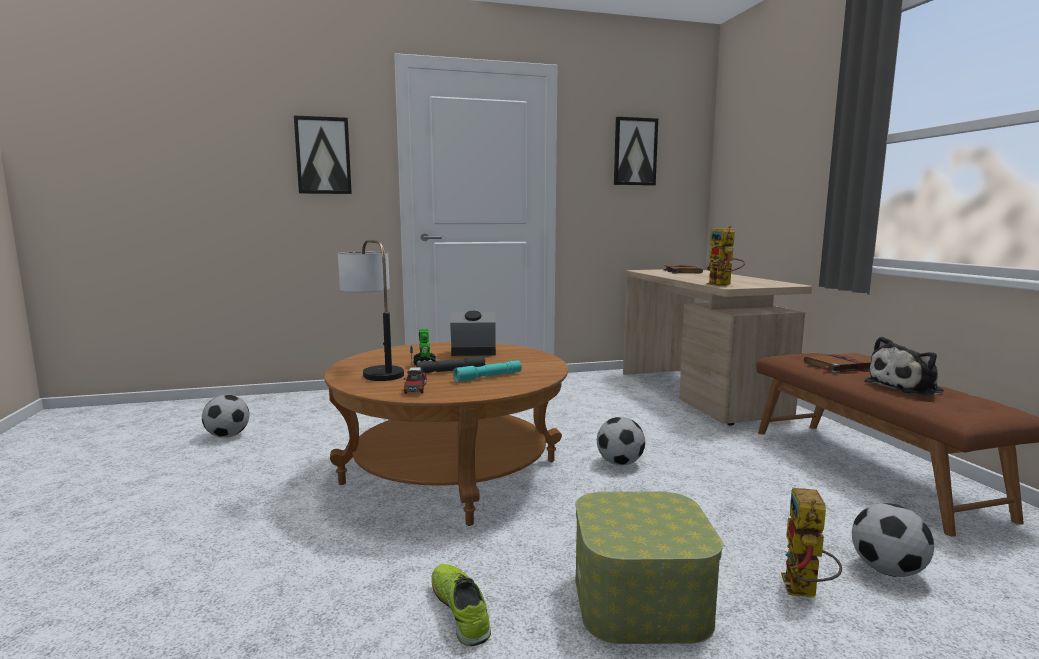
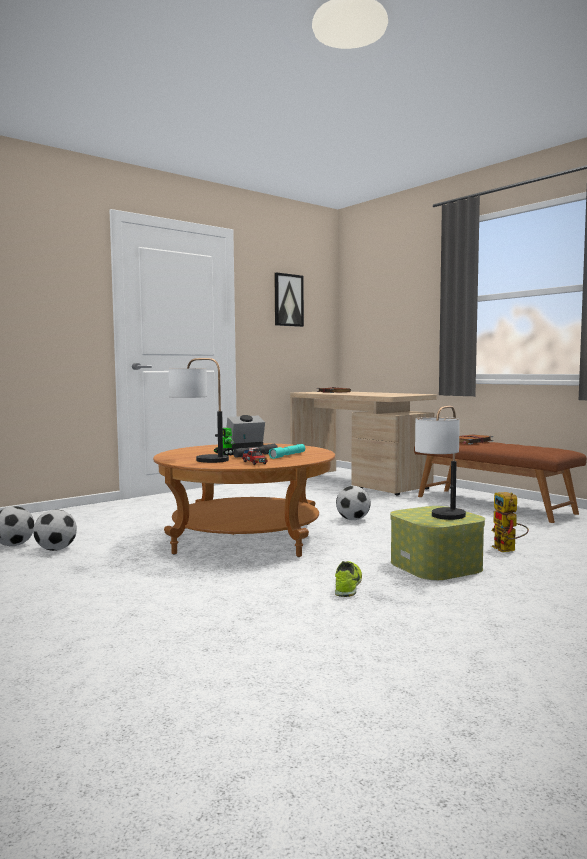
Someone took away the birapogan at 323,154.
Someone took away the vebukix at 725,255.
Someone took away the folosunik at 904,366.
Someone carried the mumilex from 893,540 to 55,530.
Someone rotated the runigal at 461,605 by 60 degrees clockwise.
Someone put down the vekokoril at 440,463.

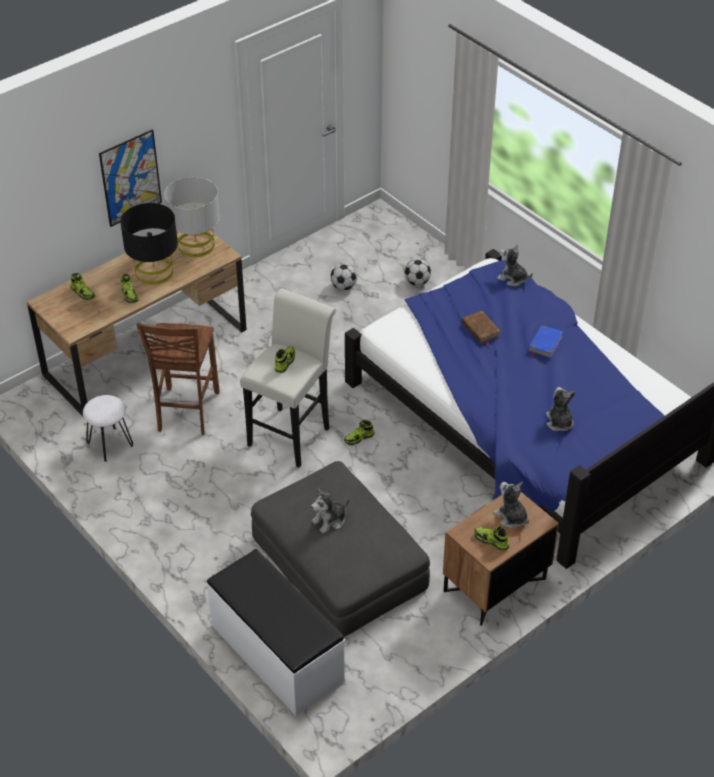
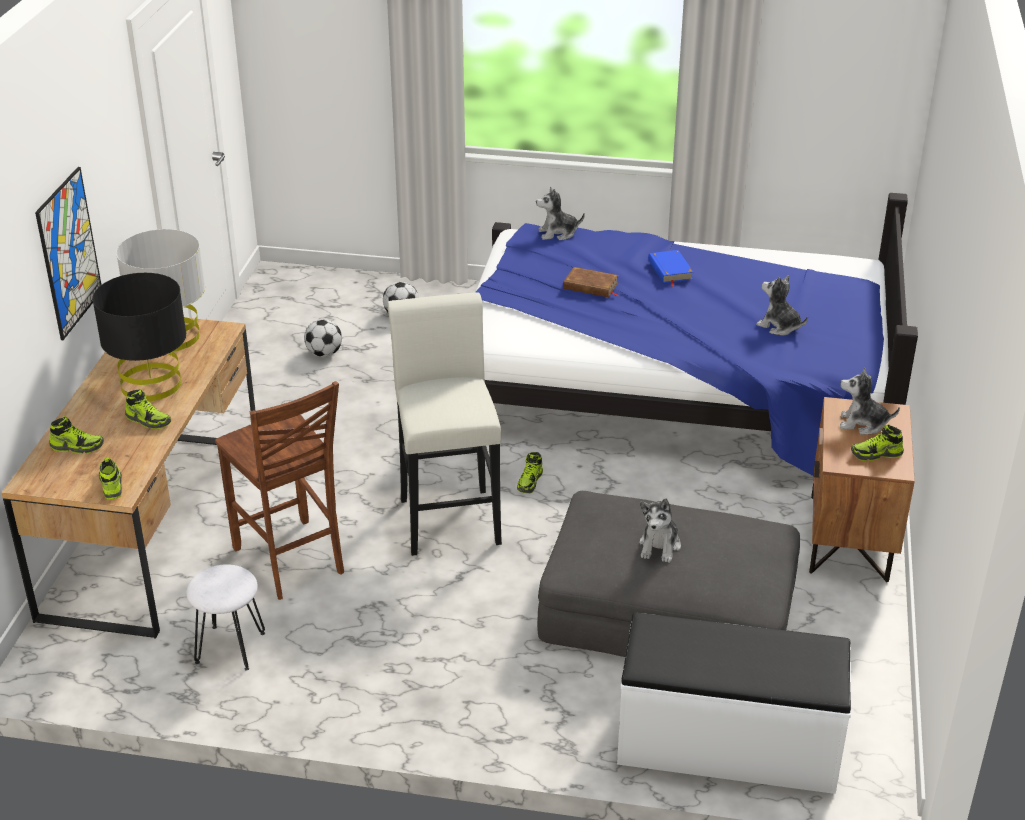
Someone carried the runigal from 285,359 to 110,478.

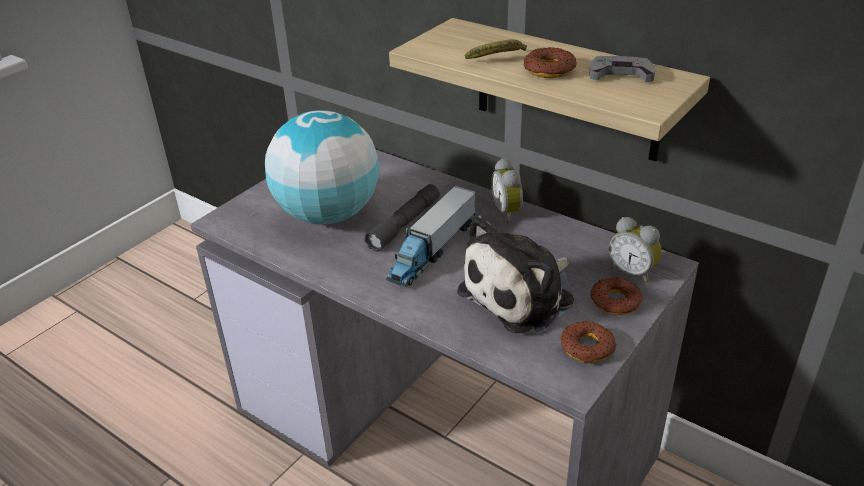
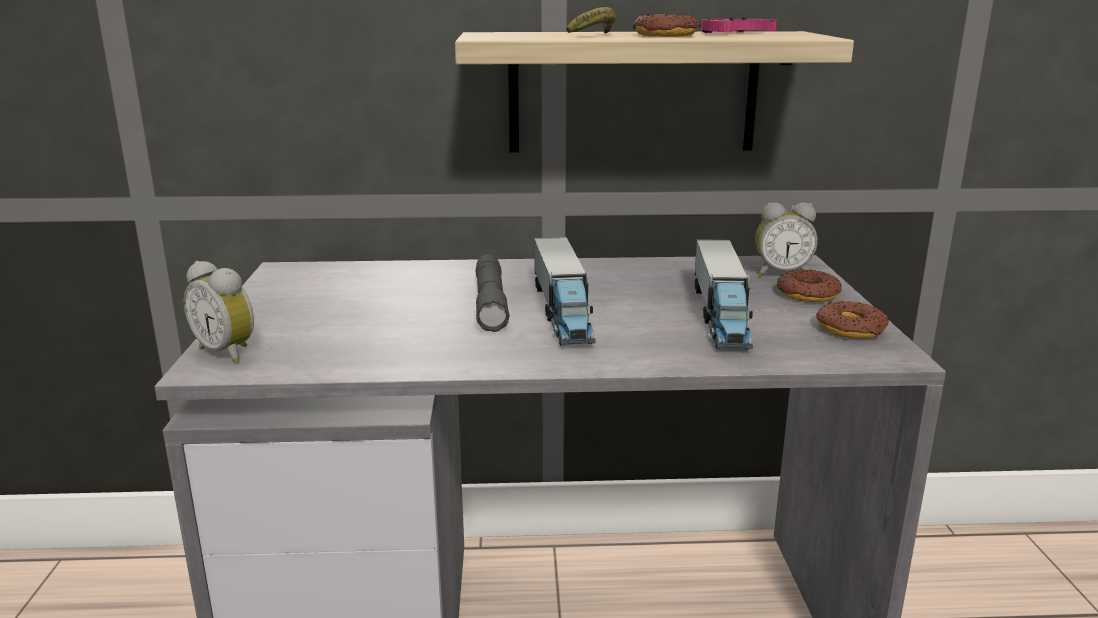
Someone repainted the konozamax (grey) at 622,69, which became the konozamax (pink) at 738,25.
Someone took away the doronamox at 322,167.
Someone carried the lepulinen from 507,190 to 218,312.
Someone swapped the folosunik at 515,274 for the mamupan at 724,294.

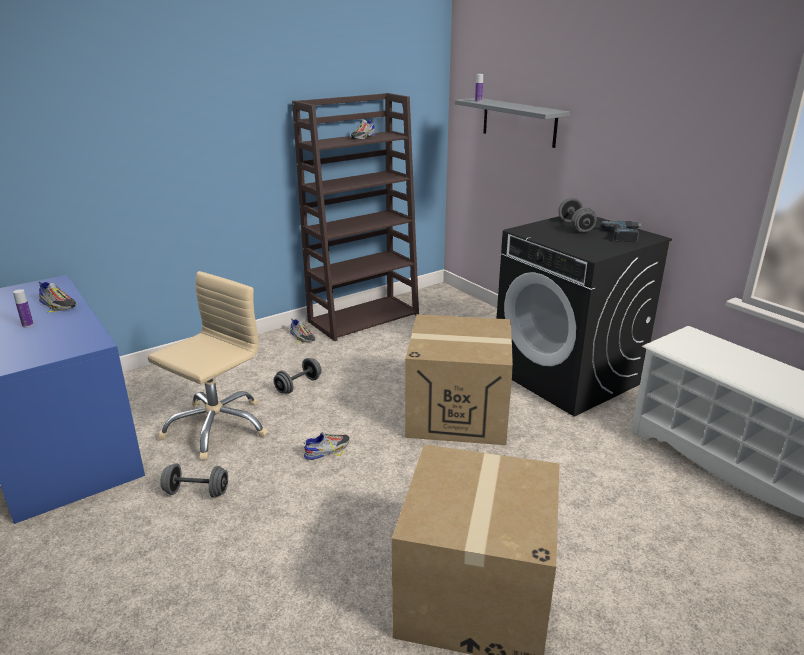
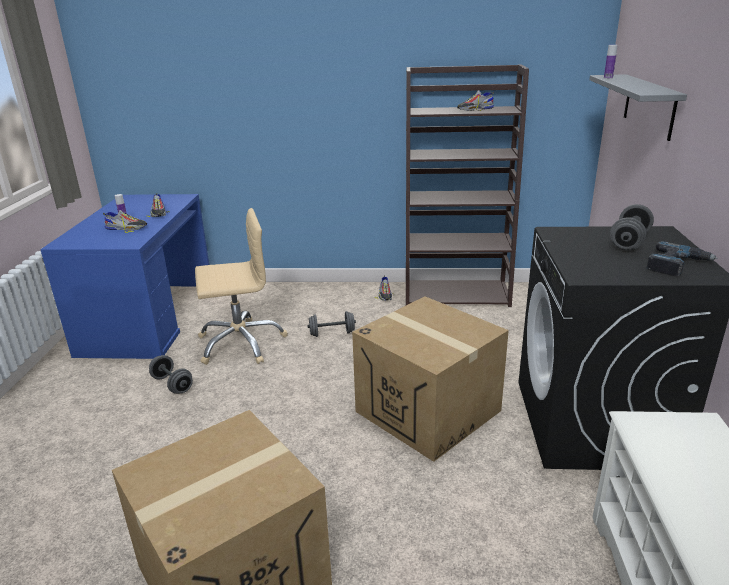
Someone carried the runigal from 327,446 to 125,221.

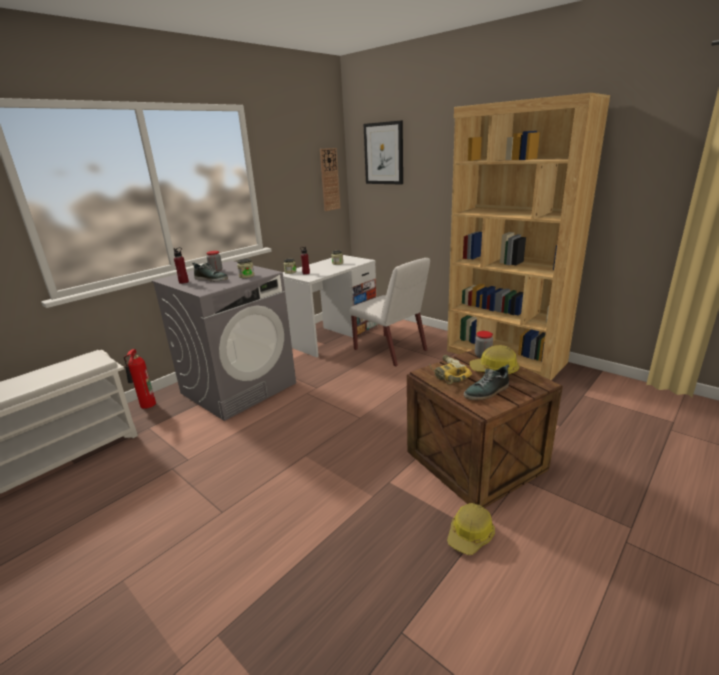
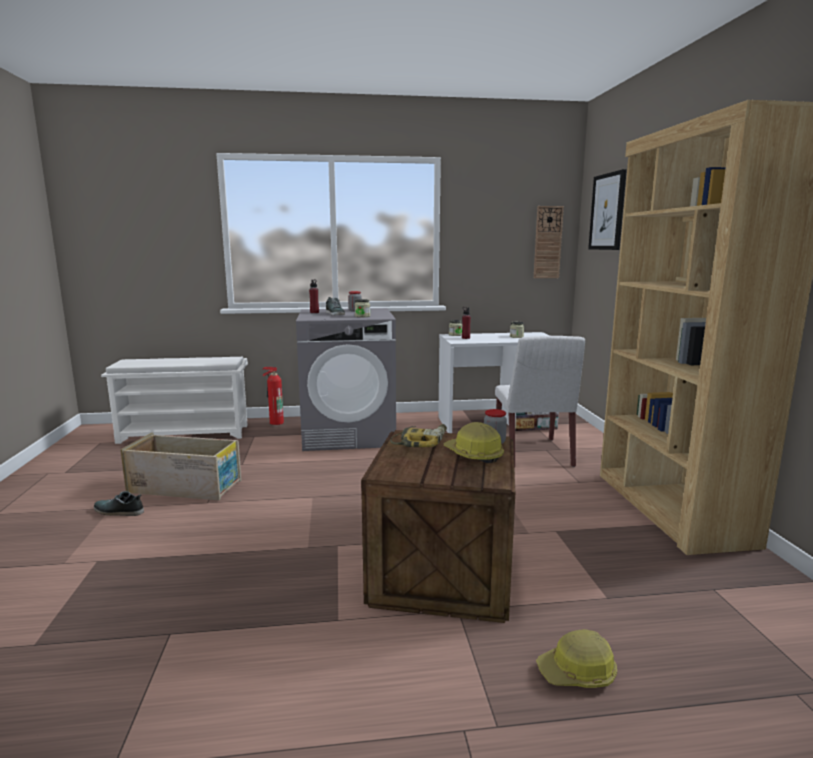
Someone carried the runigal from 486,382 to 119,503.
Someone carried the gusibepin from 471,529 to 576,658.
Someone put down the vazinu at 181,466.

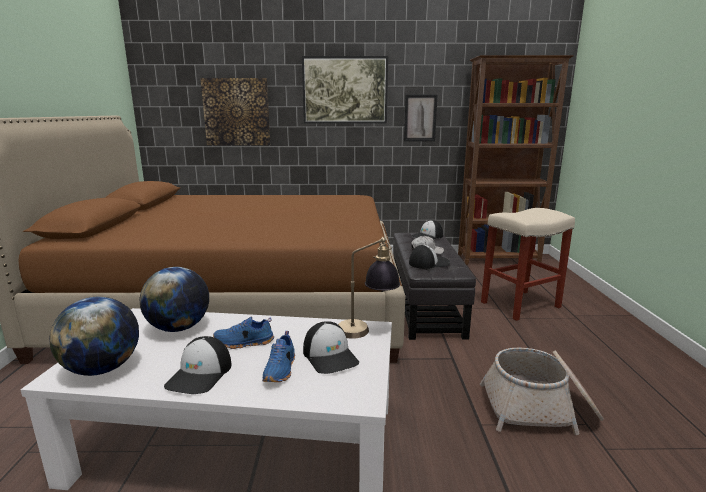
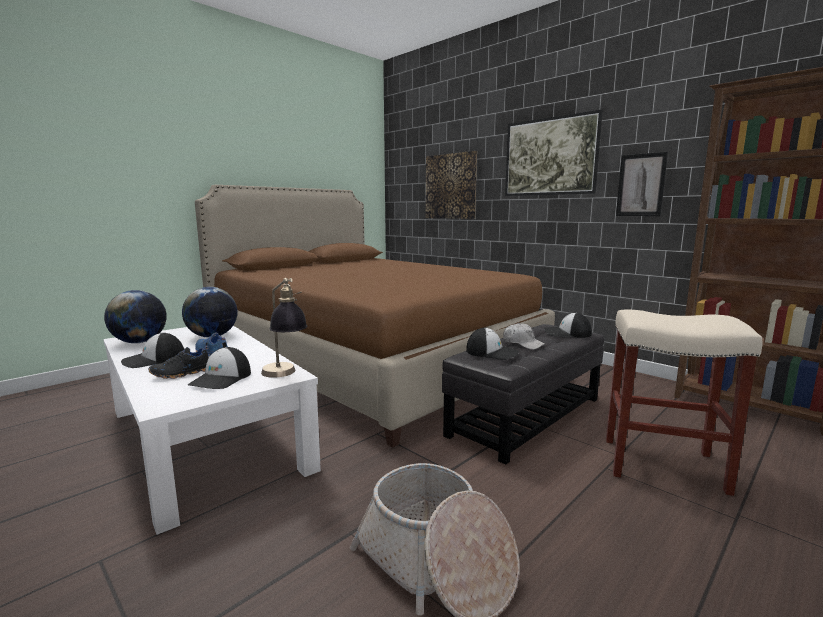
Someone repainted the runigal (blue) at 278,356, which became the runigal (black) at 178,362.

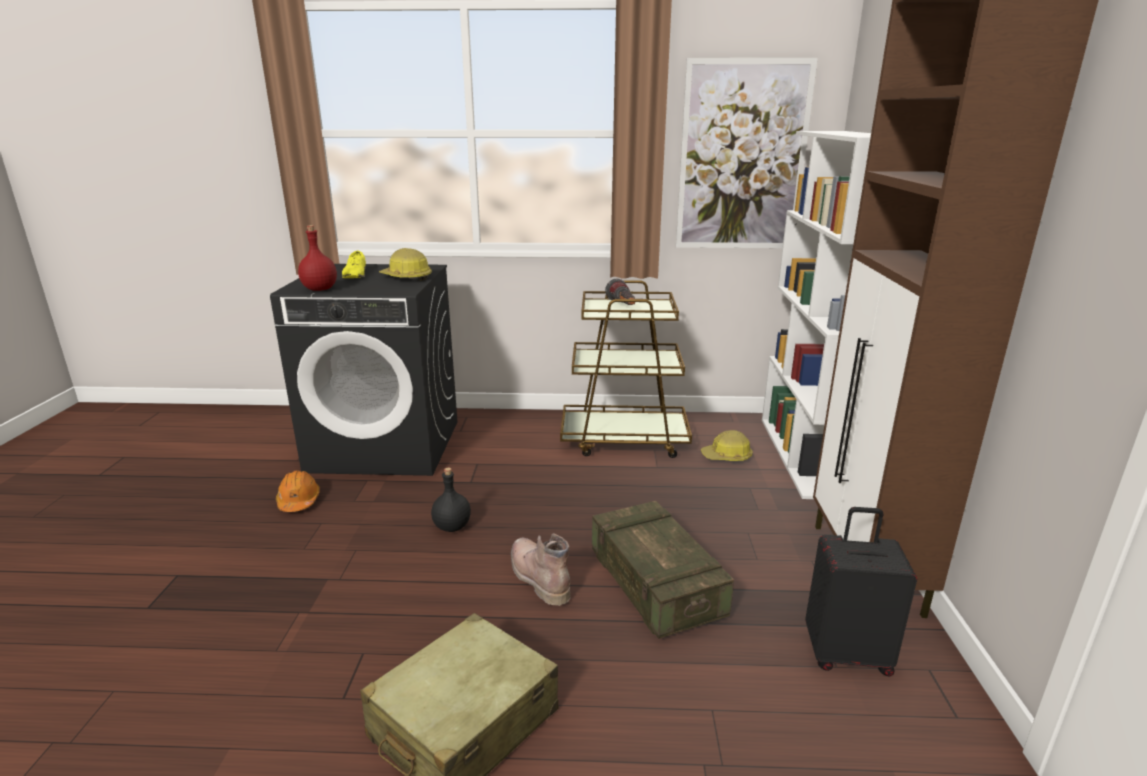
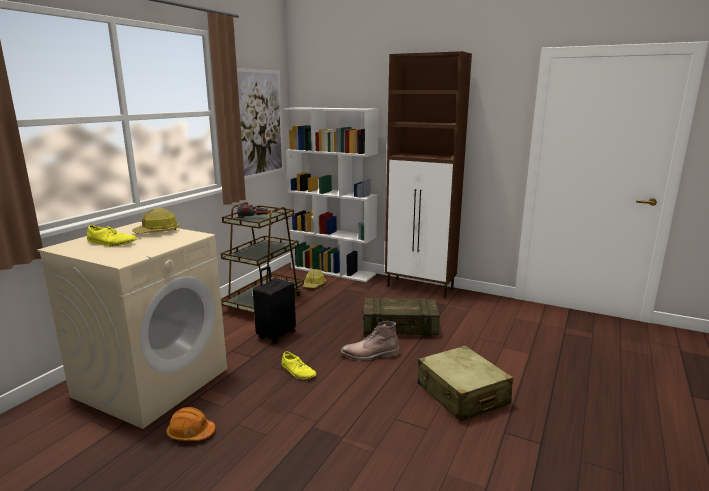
Someone took away the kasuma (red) at 317,258.
Someone repainted the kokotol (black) at 363,370, which became the kokotol (beige) at 132,325.
Someone swapped the kasuma (black) at 451,500 for the runigal (yellow) at 299,365.
Someone carried the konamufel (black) from 861,591 to 274,304.

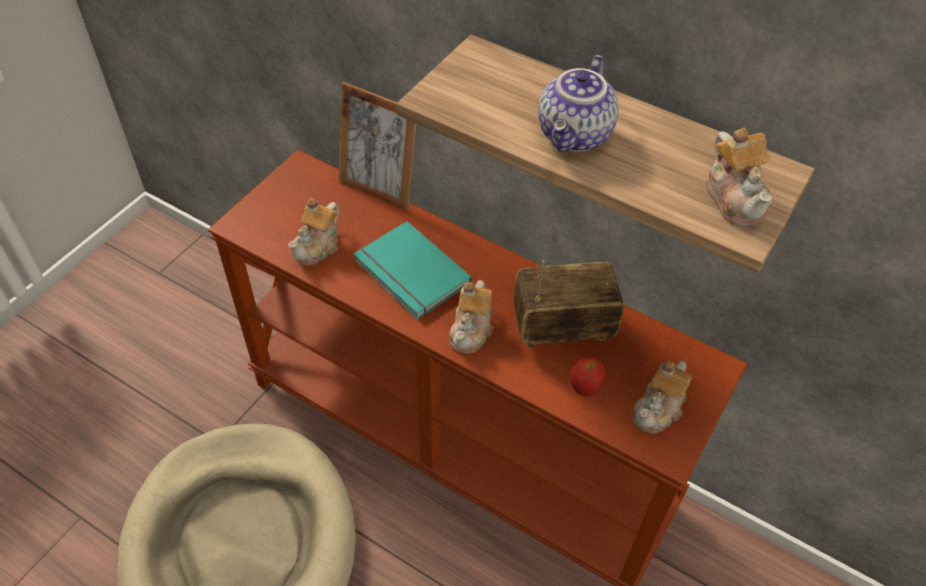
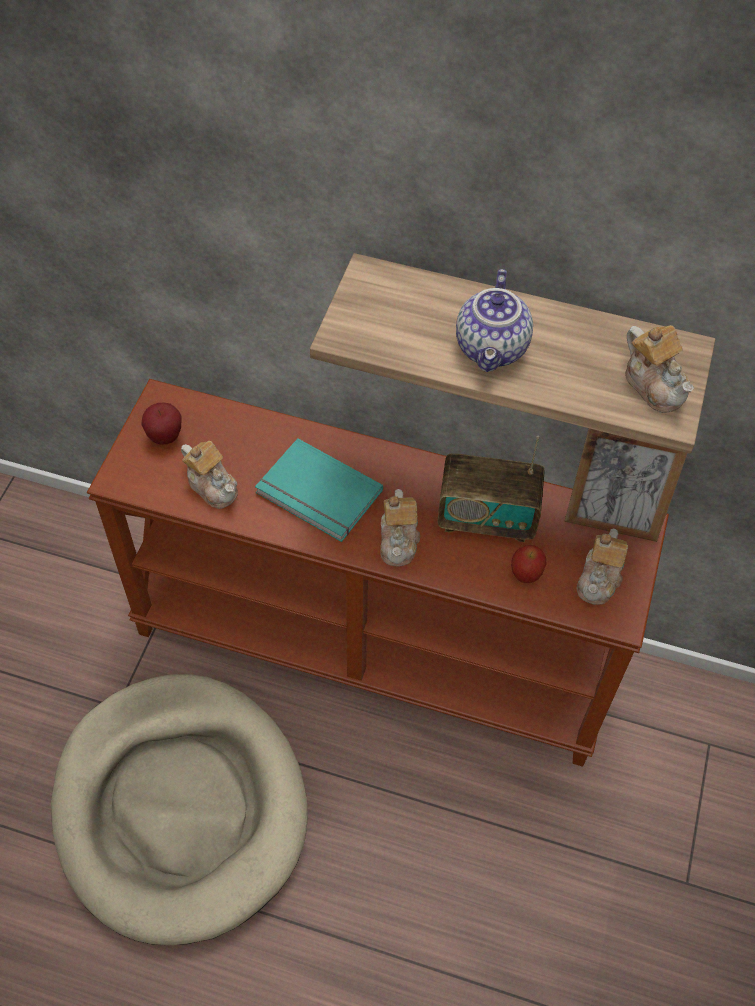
Someone carried the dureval from 377,146 to 626,485.
Someone rotated the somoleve at 313,232 by 60 degrees counterclockwise.
Someone rotated the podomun at 568,303 by 150 degrees counterclockwise.
Someone put down the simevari at 161,423.

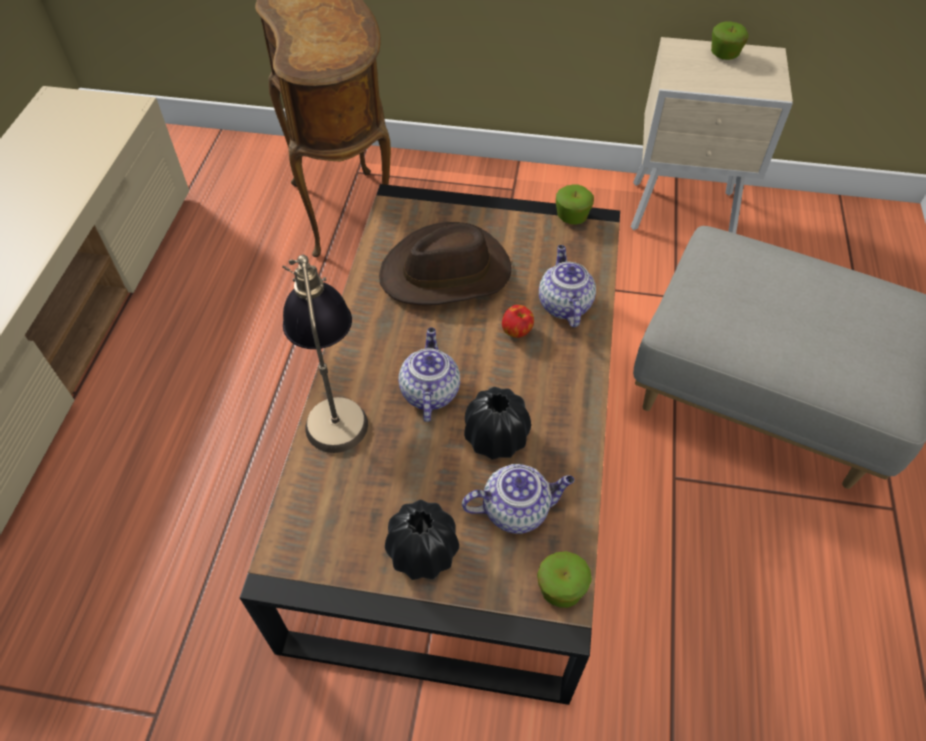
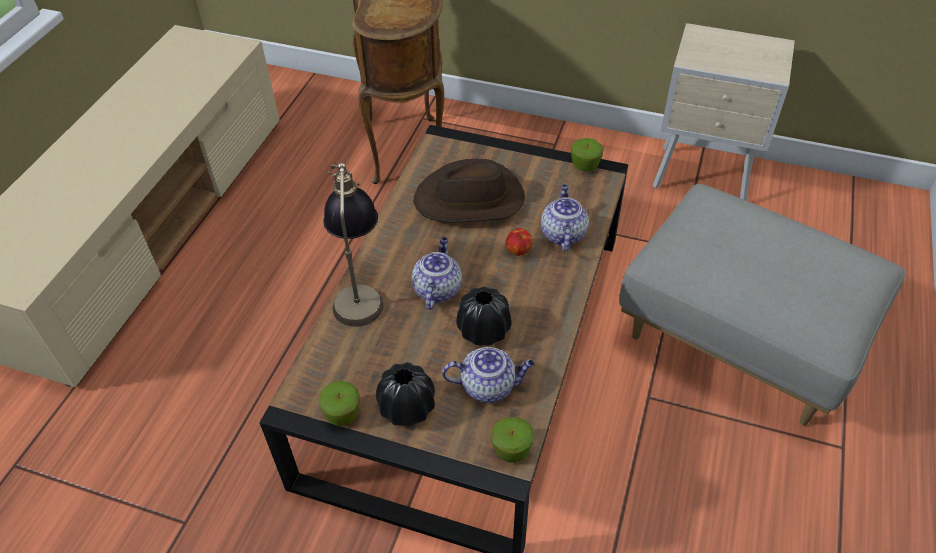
Someone carried the simevari from 730,40 to 339,403.

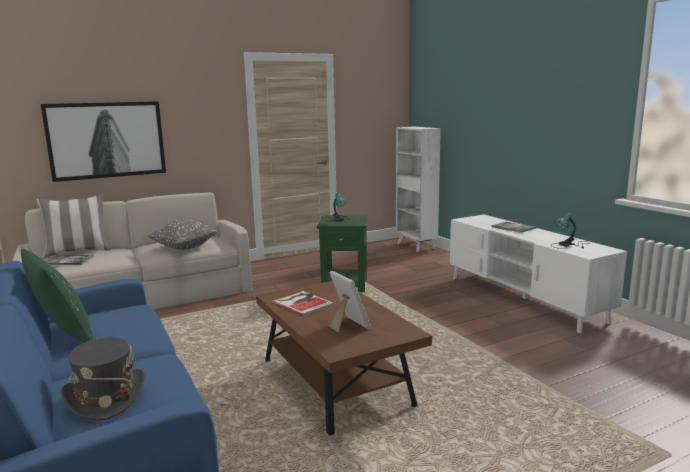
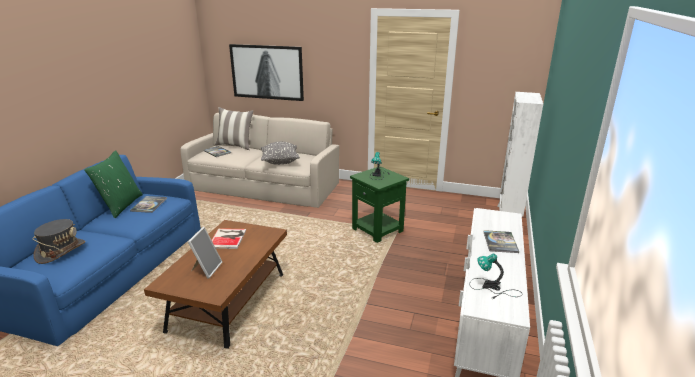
Someone put down the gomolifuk at 148,204.

